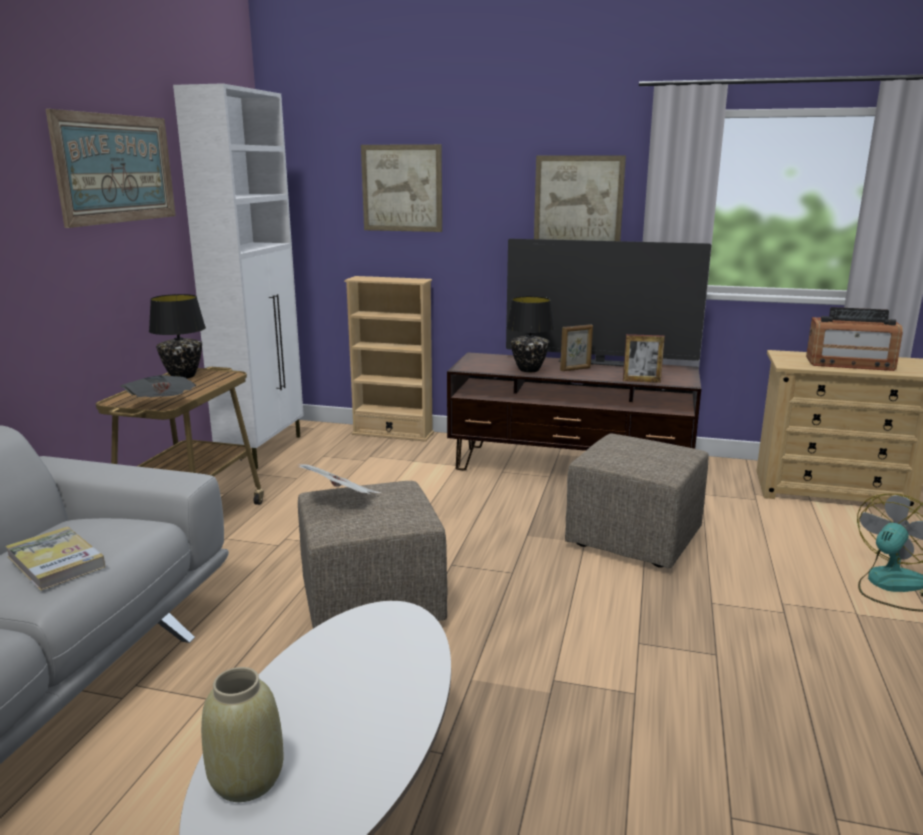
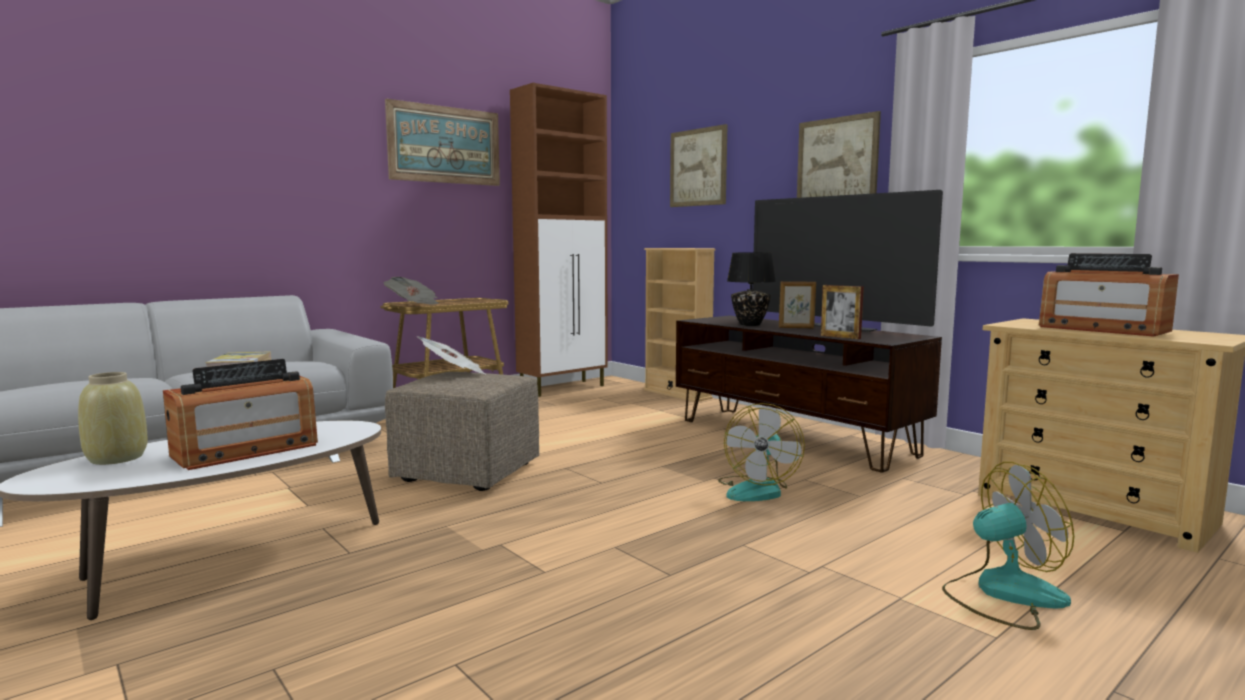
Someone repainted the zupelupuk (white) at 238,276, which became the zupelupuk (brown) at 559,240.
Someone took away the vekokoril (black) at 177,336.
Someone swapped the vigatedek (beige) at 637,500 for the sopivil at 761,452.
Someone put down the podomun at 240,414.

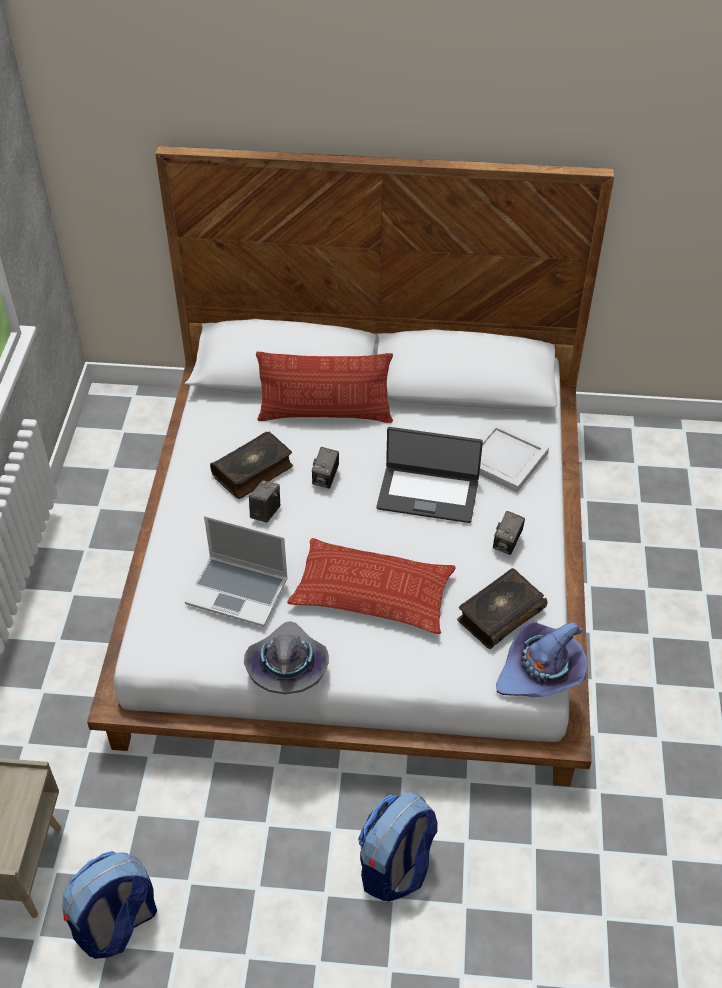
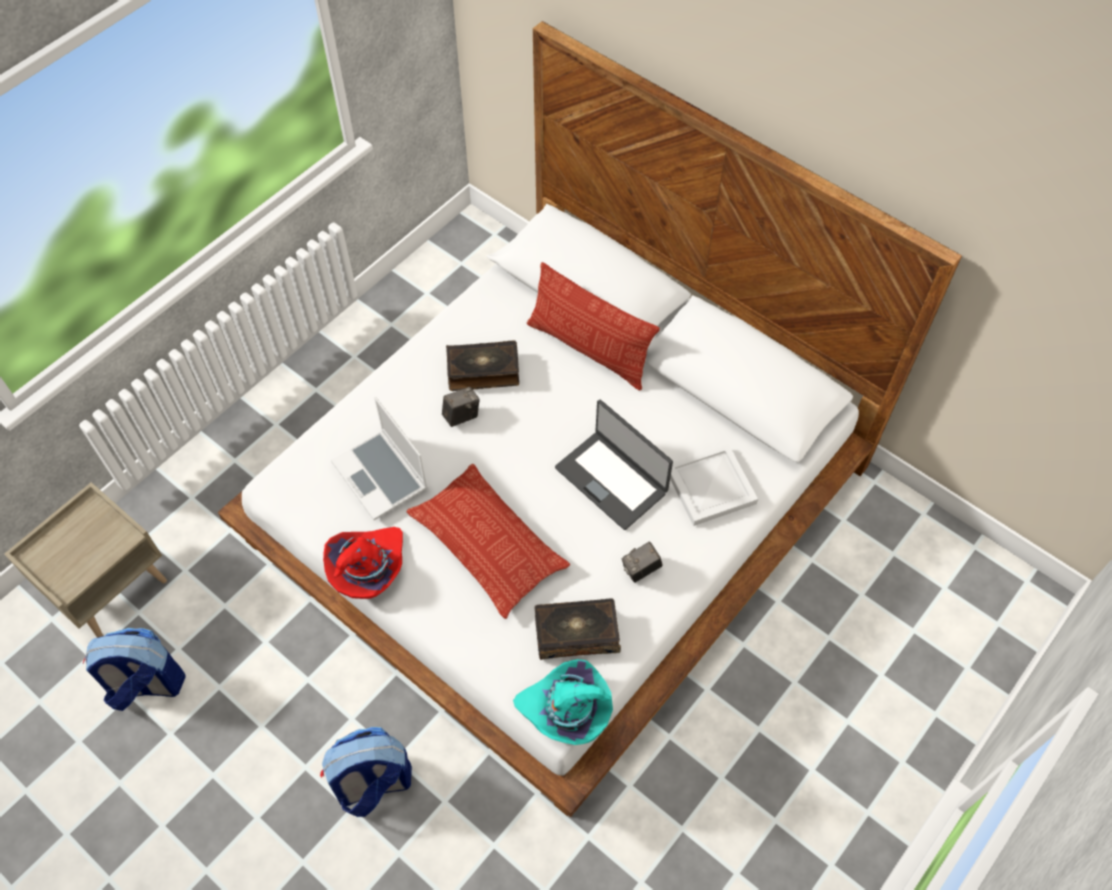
Someone took away the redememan at 325,468.
Someone repainted the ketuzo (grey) at 286,657, which became the ketuzo (red) at 363,563.
Someone repainted the ketuzo (purple) at 541,659, which became the ketuzo (turquoise) at 563,702.

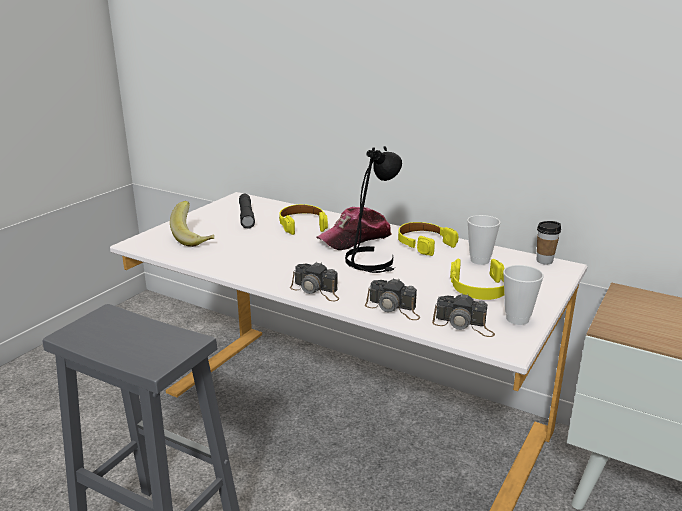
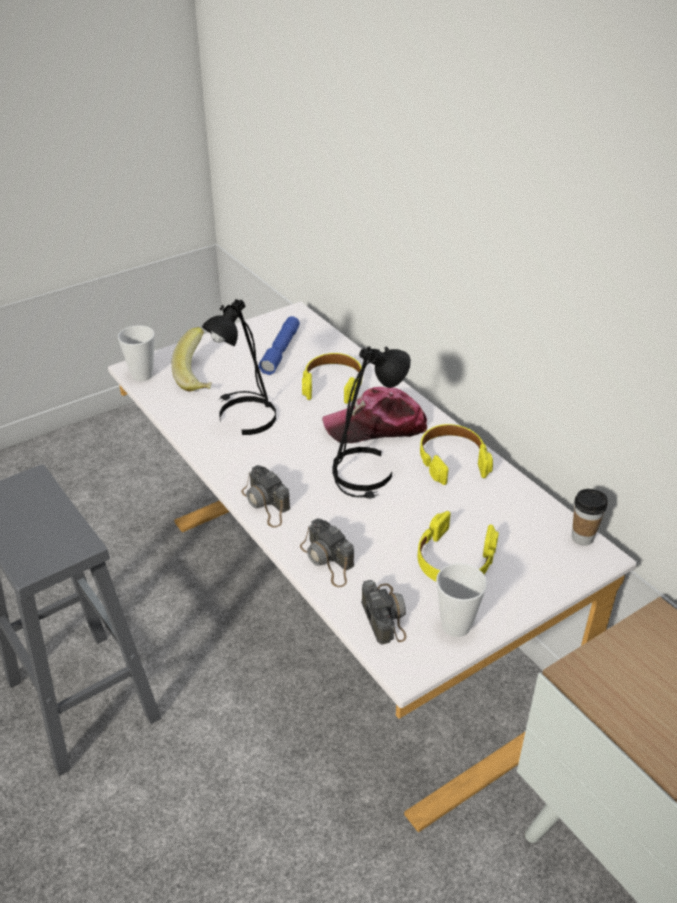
Someone repainted the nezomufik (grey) at 247,211, which became the nezomufik (blue) at 279,345.
Someone carried the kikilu from 483,240 to 136,353.
Someone rotated the redememan at 463,315 by 150 degrees counterclockwise.
Someone put down the vekokoril (black) at 239,367.

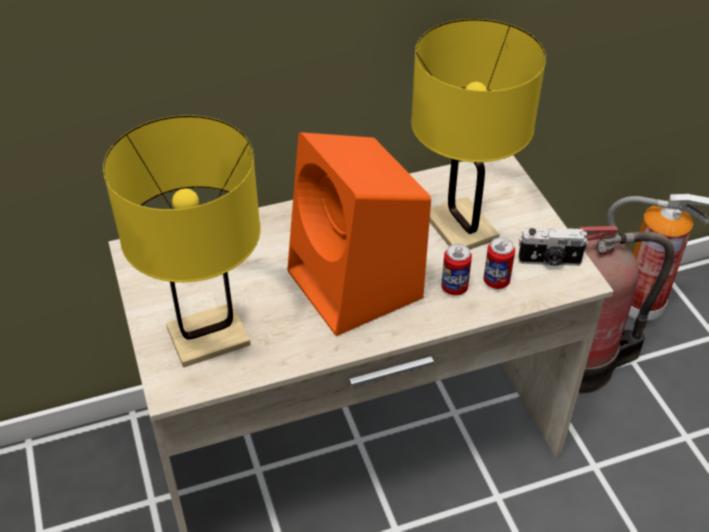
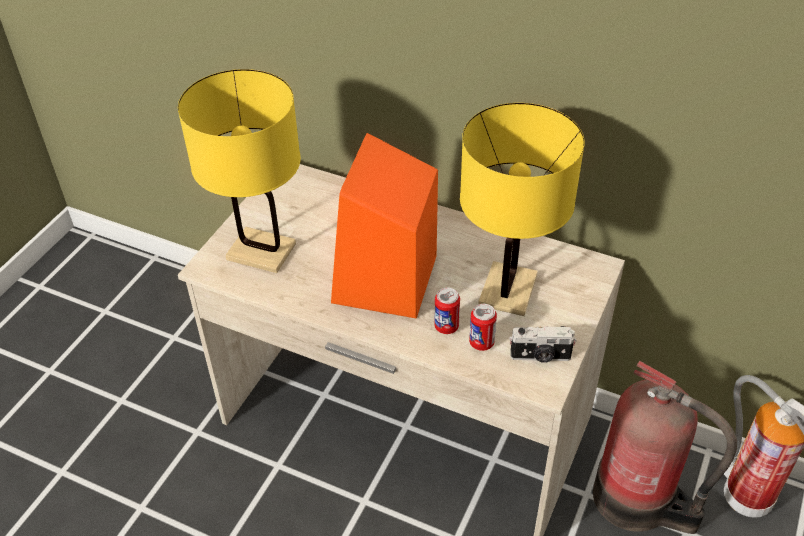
Someone rotated the redememan at 553,247 by 45 degrees counterclockwise.

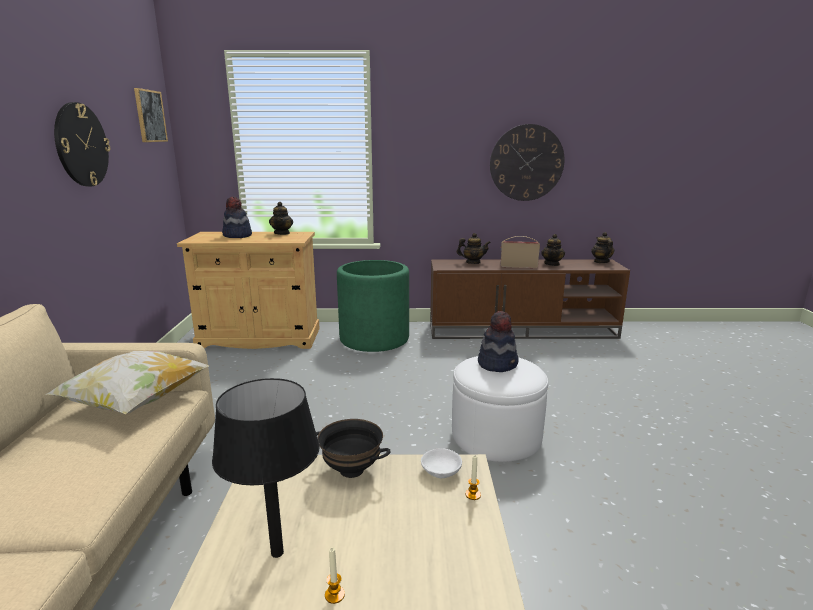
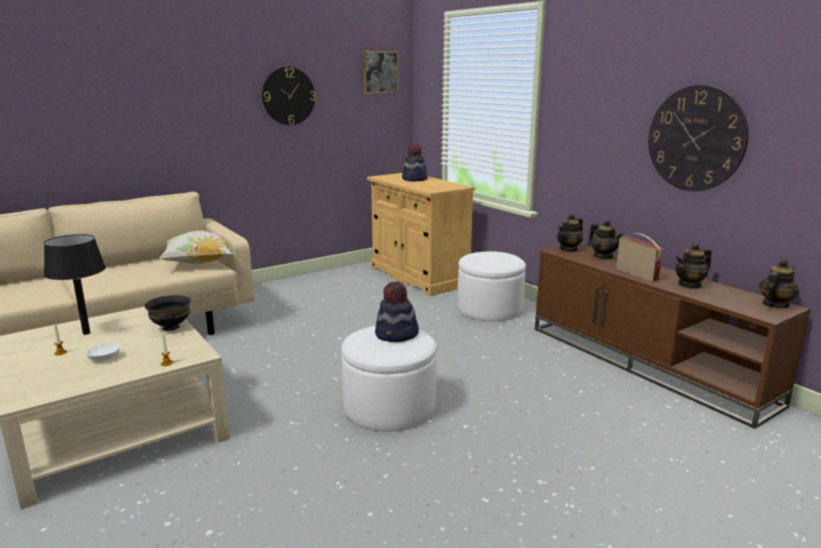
Someone carried the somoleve from 281,218 to 570,233.
Someone swapped the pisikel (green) at 373,306 for the vigatedek (white) at 492,286.
Someone carried the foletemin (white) from 441,463 to 103,352.

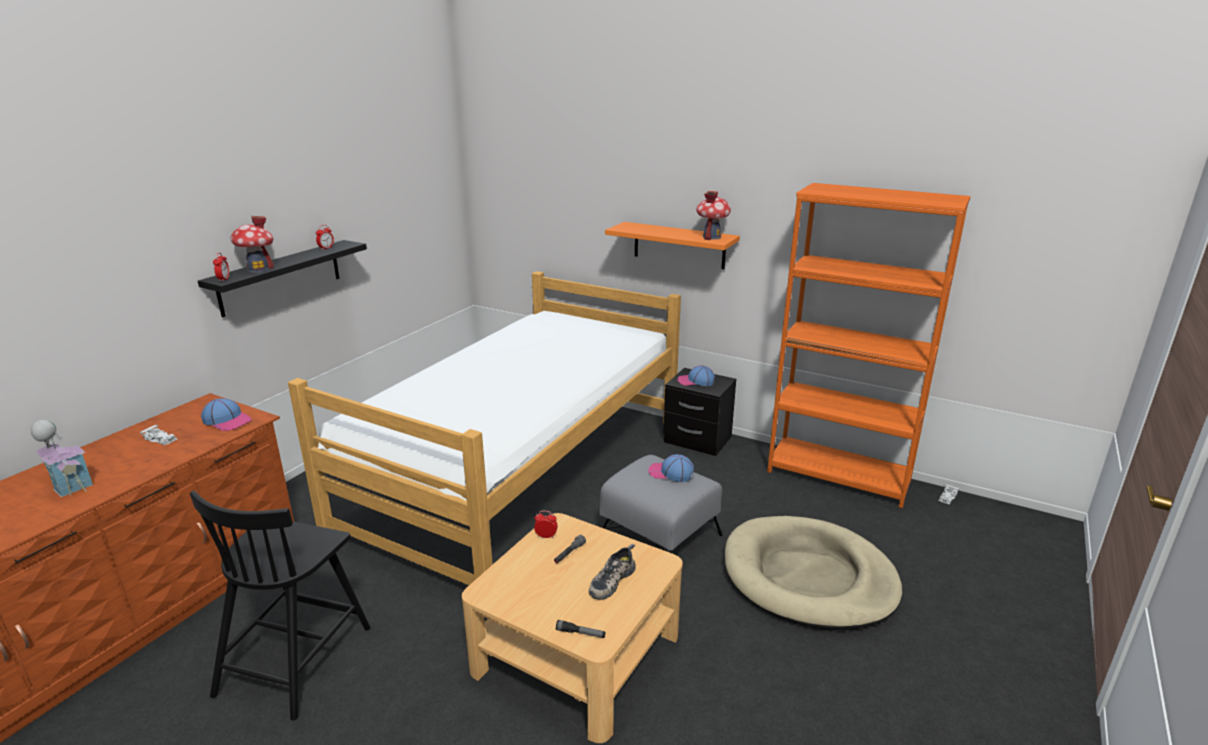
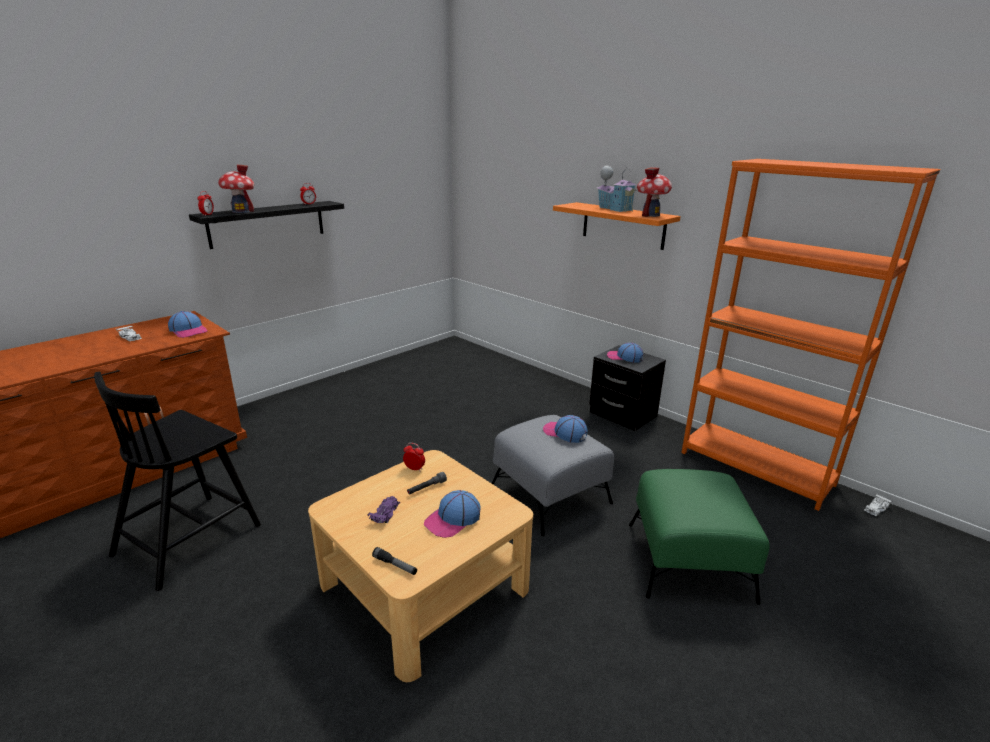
Someone took away the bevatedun at 484,428.
Someone carried the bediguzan from 62,458 to 617,188.
Someone swapped the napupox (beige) at 813,573 for the vigatedek (green) at 699,537.
Someone swapped the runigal at 612,572 for the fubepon at 452,514.
Someone put down the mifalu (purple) at 384,509.

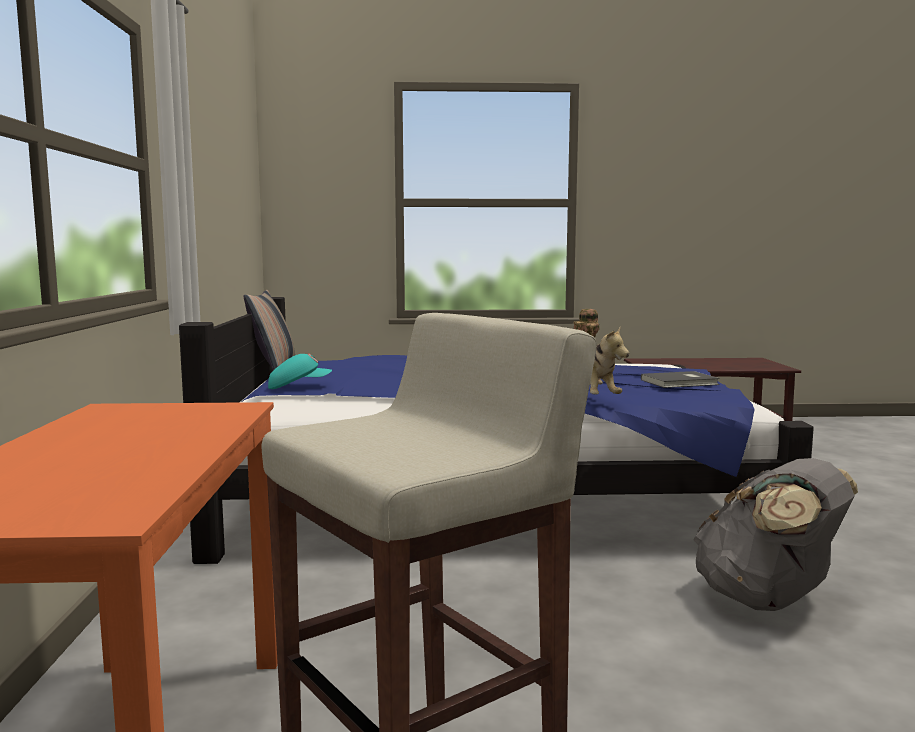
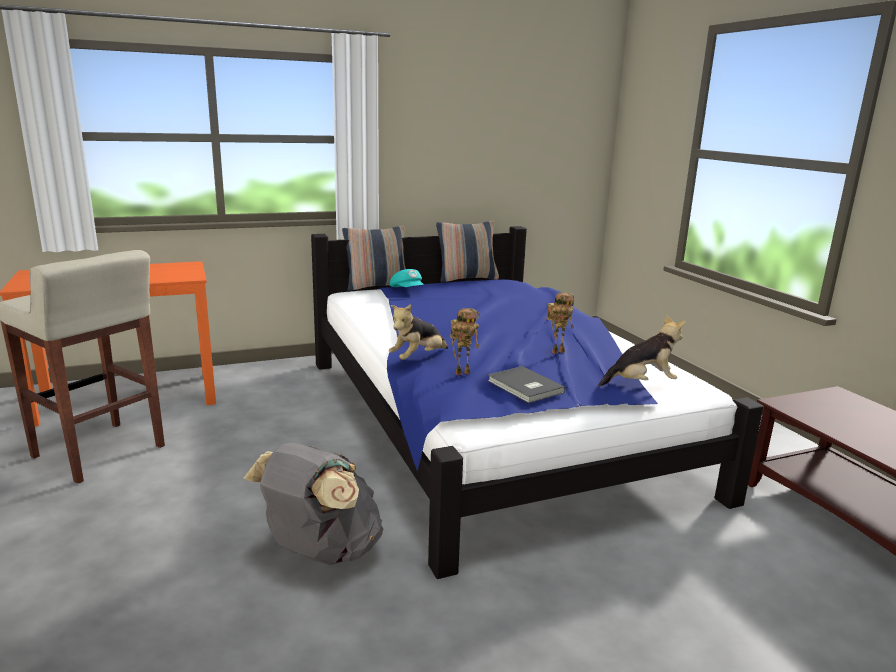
Someone put down the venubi at 374,258.
Someone put down the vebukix at 465,341.
Someone put down the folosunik at 642,350.

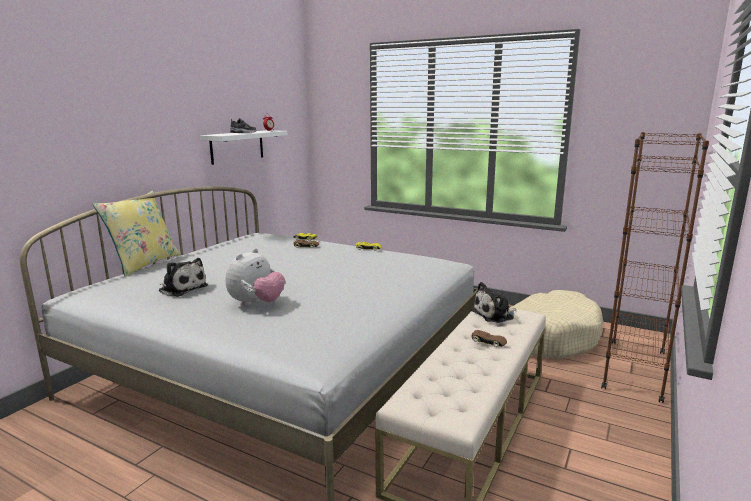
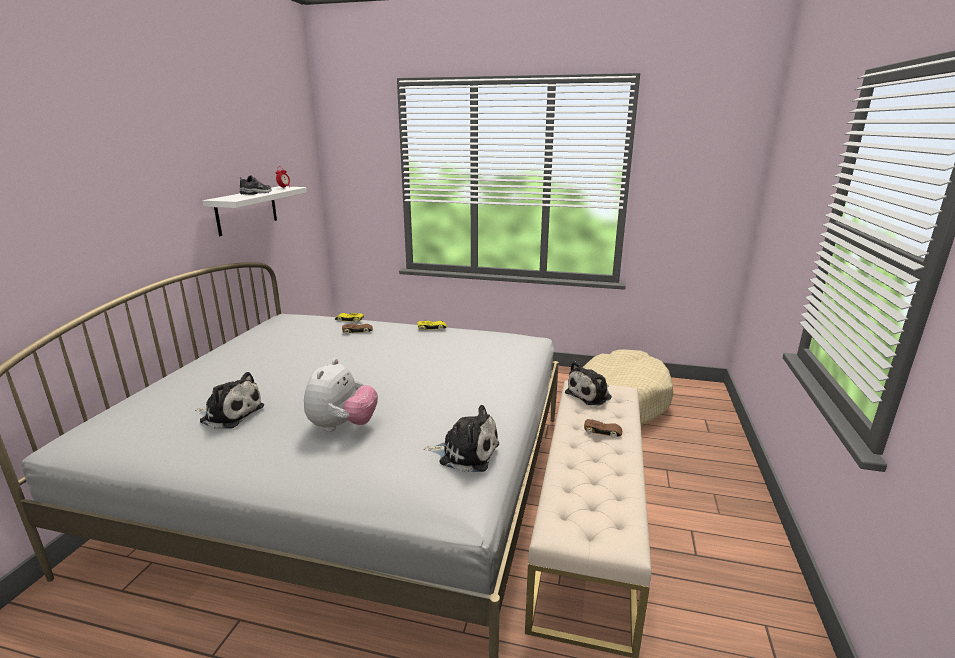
Someone took away the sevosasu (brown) at 655,267.
Someone took away the venubi (yellow) at 136,234.
Someone put down the folosunik at 461,438.

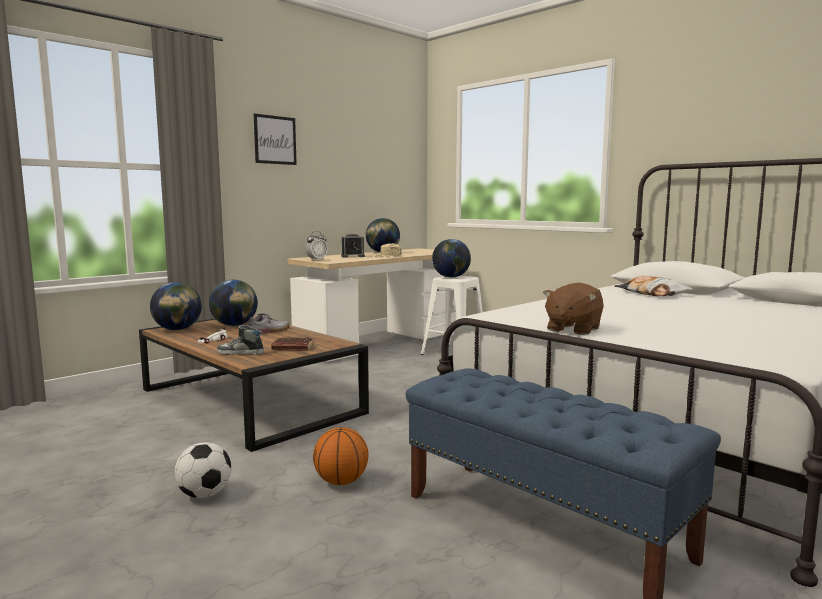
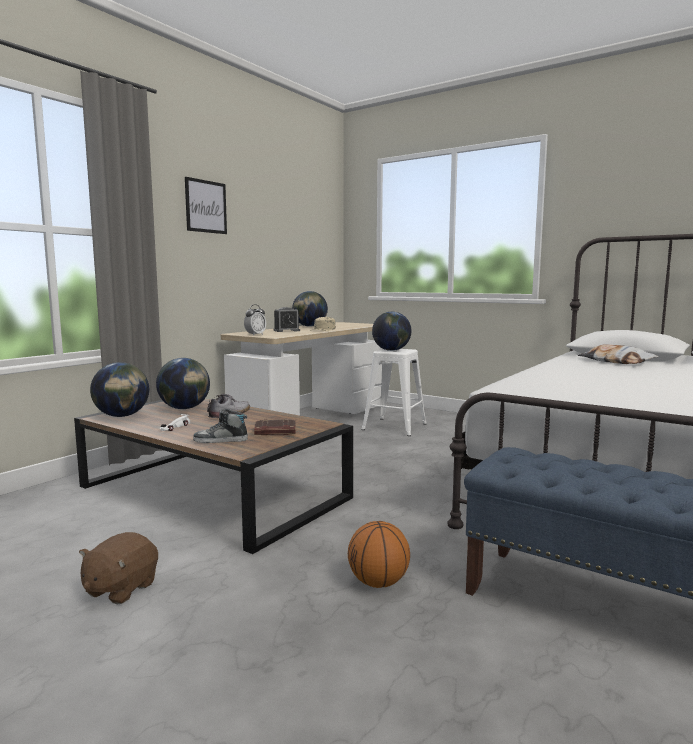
Someone carried the folosunik (brown) from 573,309 to 118,568.
Someone took away the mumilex at 202,470.

